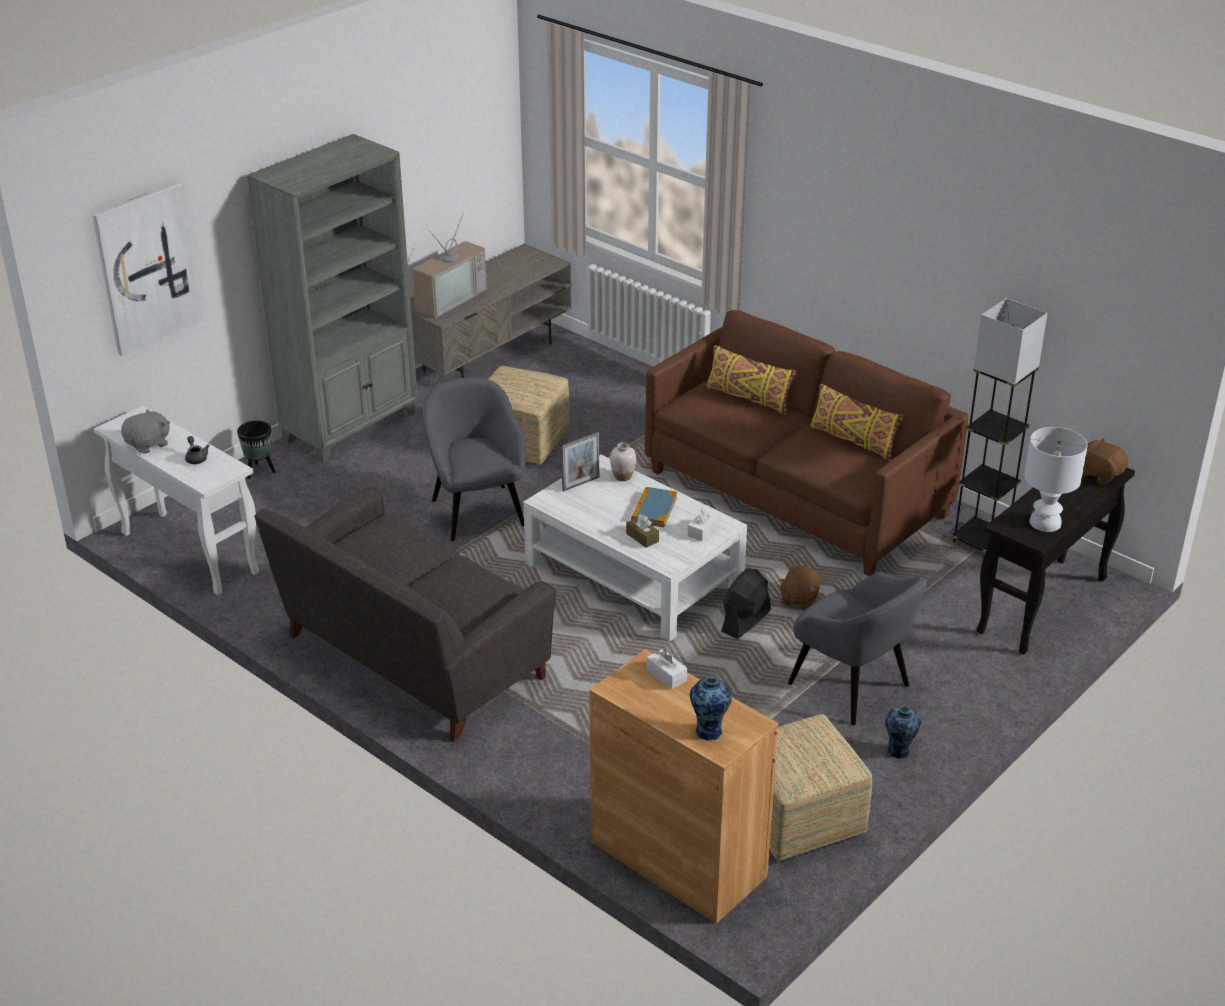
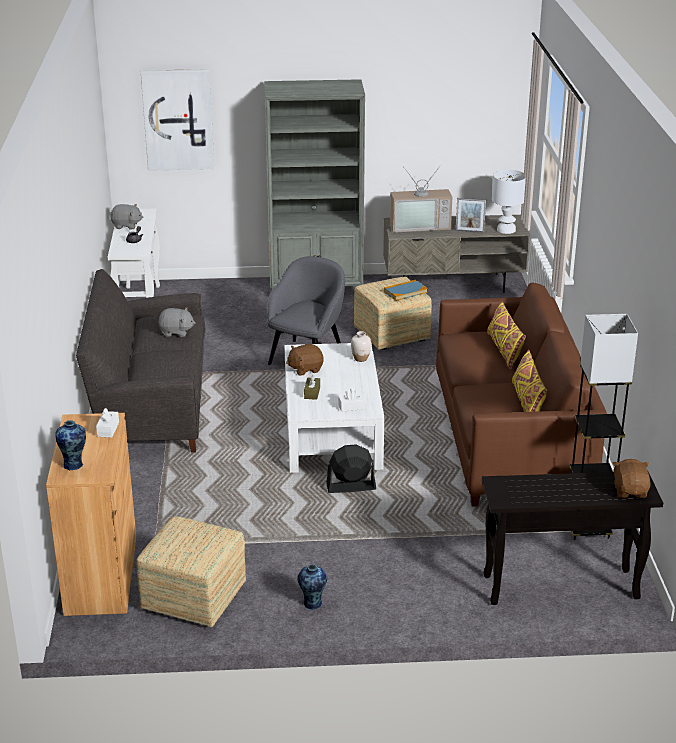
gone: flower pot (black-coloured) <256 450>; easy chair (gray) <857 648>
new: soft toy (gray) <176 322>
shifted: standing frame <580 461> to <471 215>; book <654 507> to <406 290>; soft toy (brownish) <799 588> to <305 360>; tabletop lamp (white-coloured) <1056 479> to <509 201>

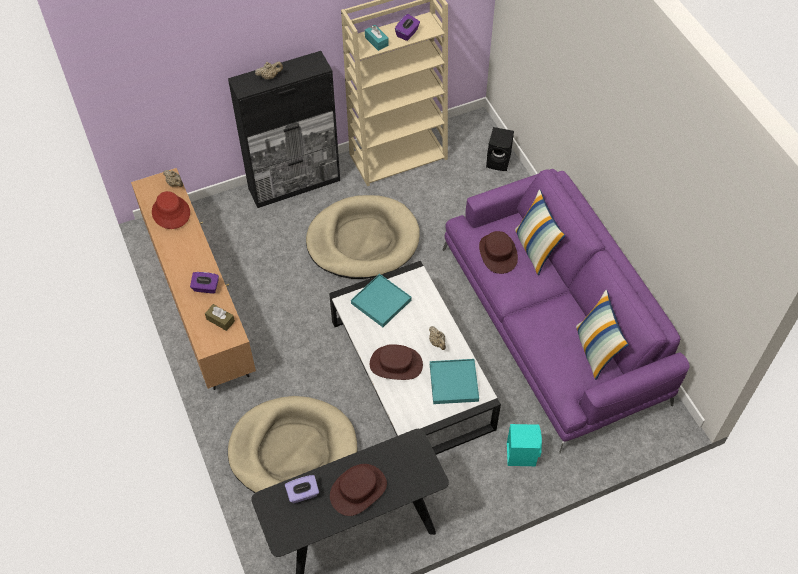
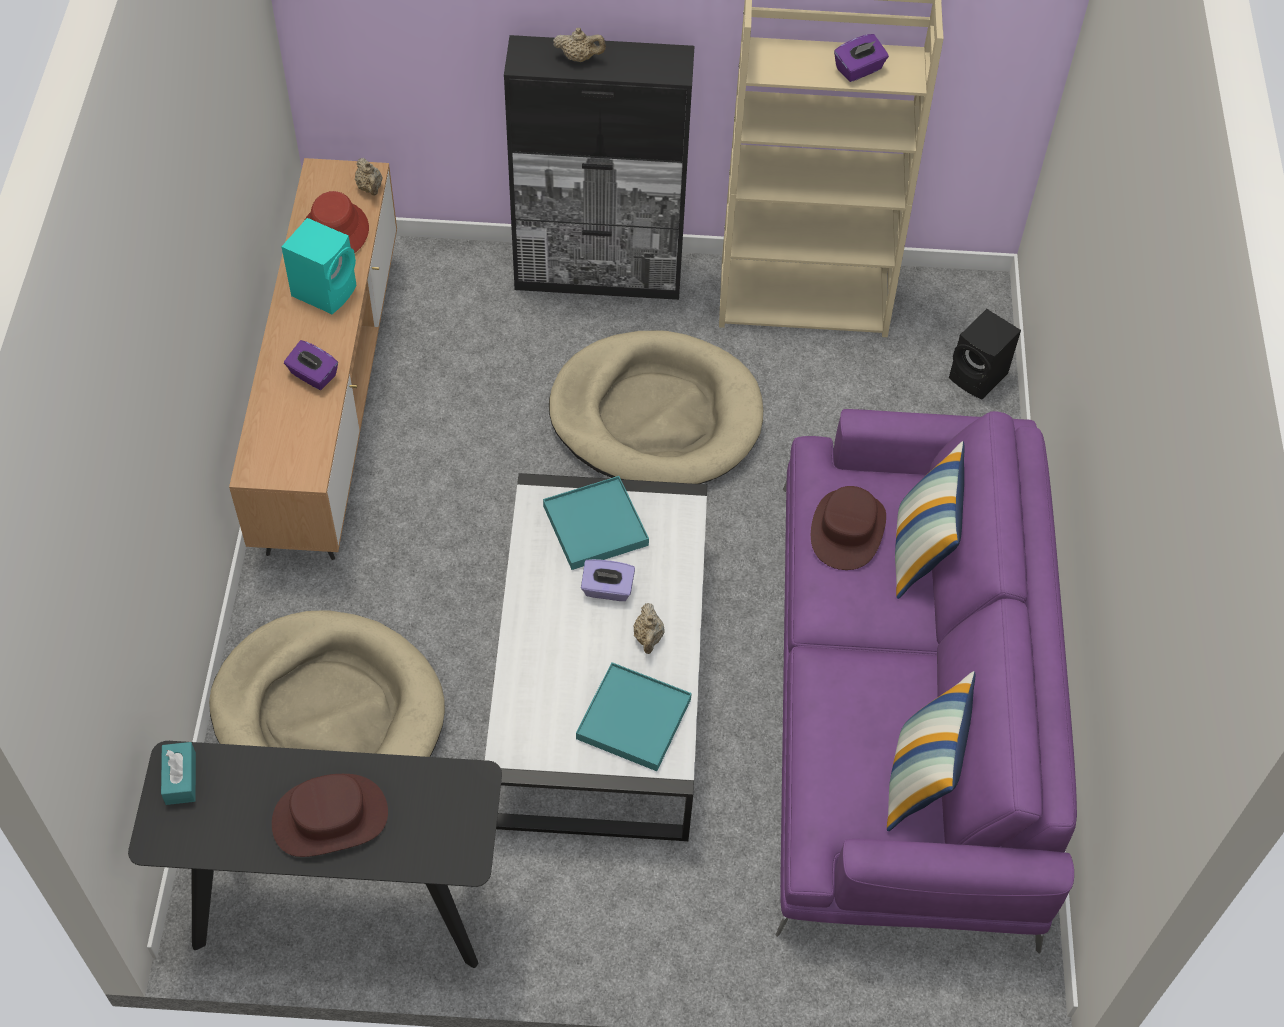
gone: tissue box (brownish) <220 317>; wearable hat (brownish) <396 362>
shifted: tissue box (purple-coloured) <302 489> to <608 580>; tissue box (blue-green) <377 38> to <178 773>; audio speaker (blue-green) <524 445> to <318 266>

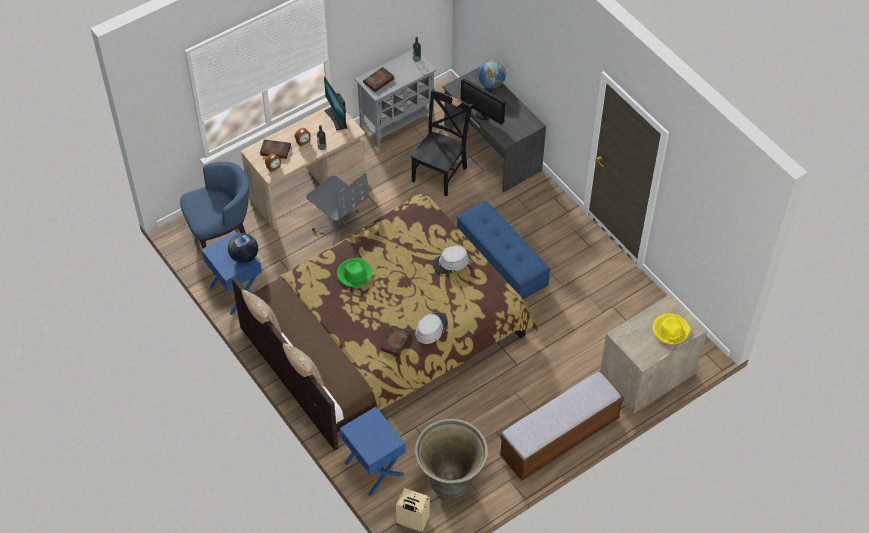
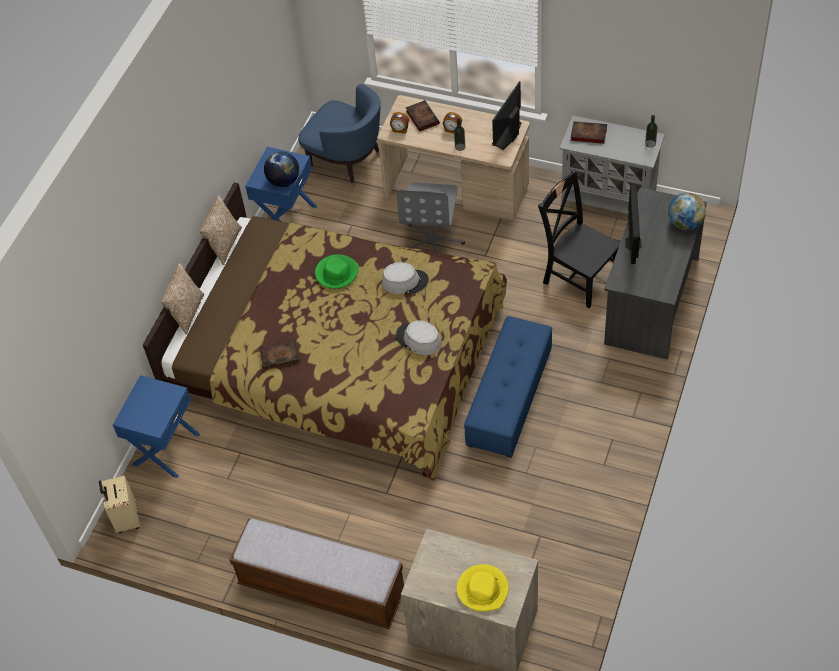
gone: flower pot (gray) <451 459>
shifted: wearable hat (gray) <431 328> to <405 278>
rotated: chair (black-coloured) <442 143> = <579 238> 135 degrees counterclockwise

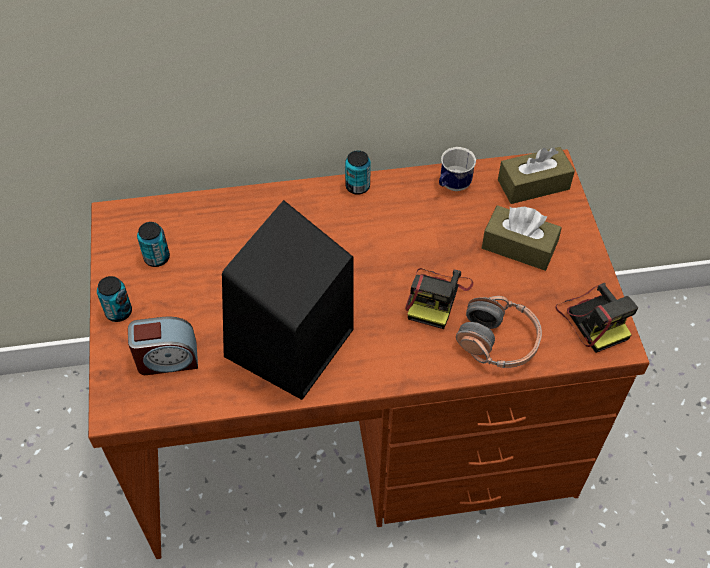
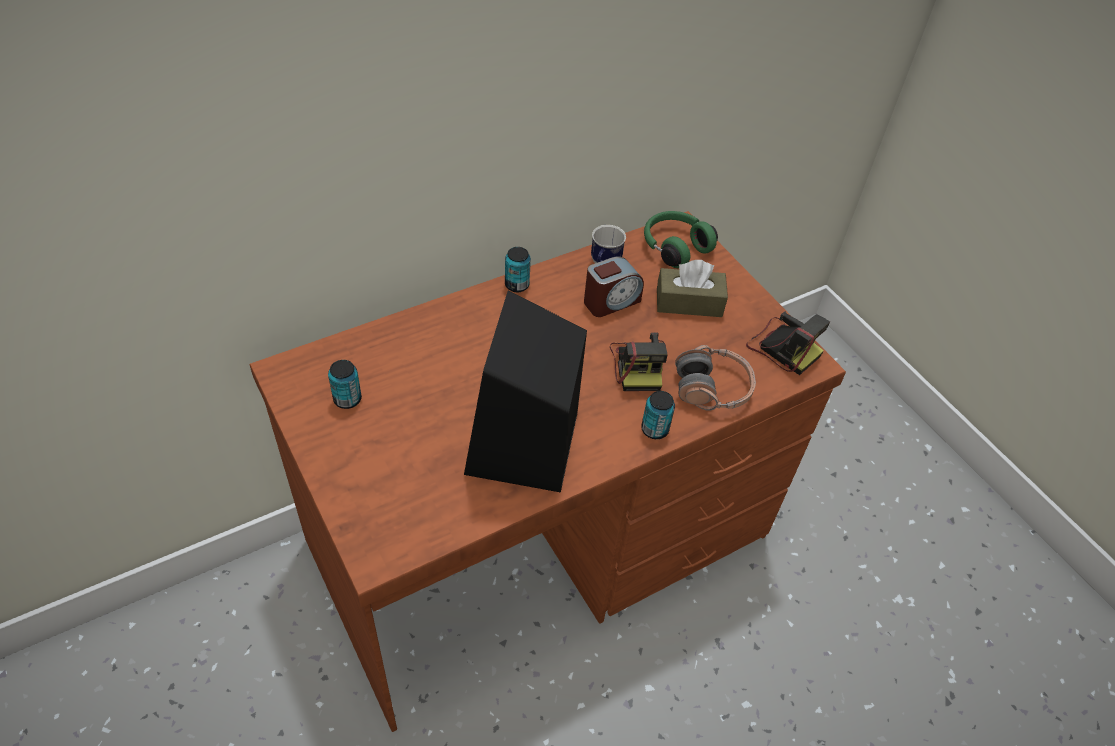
shifted: metal can <114 299> to <658 415>; bedside clock <163 345> to <614 287>
swapped: tissue box (brownish) <536 175> to headset (green) <681 239>

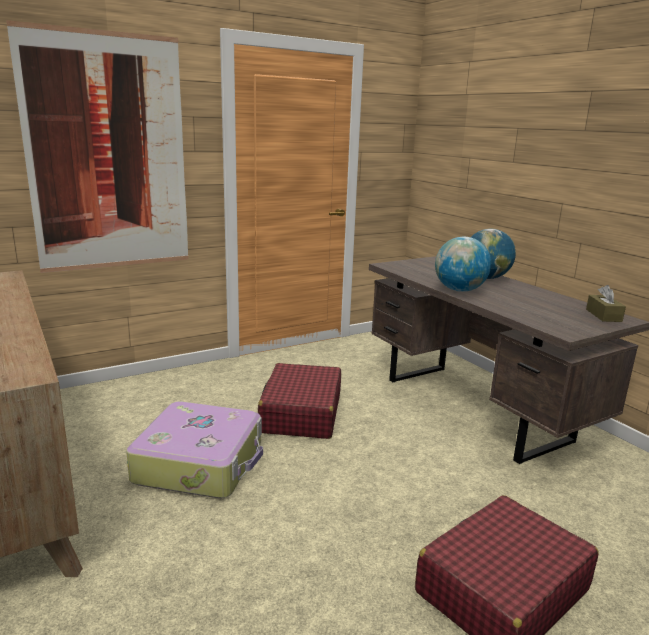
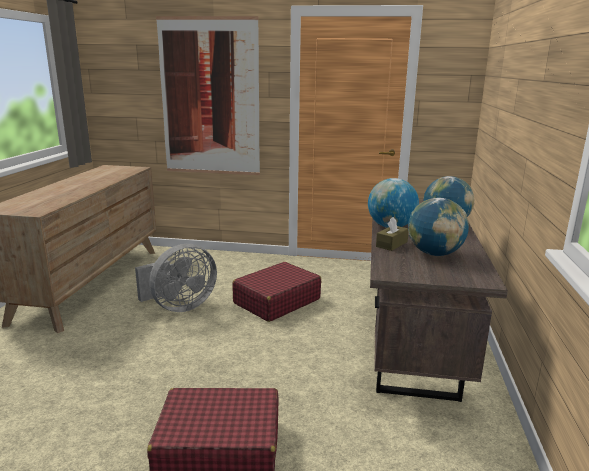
new: globe <438 227>
shifted: tissue box (brownish) <606 303> to <392 234>
swapped: suitcase <194 449> to fan (gray) <176 278>

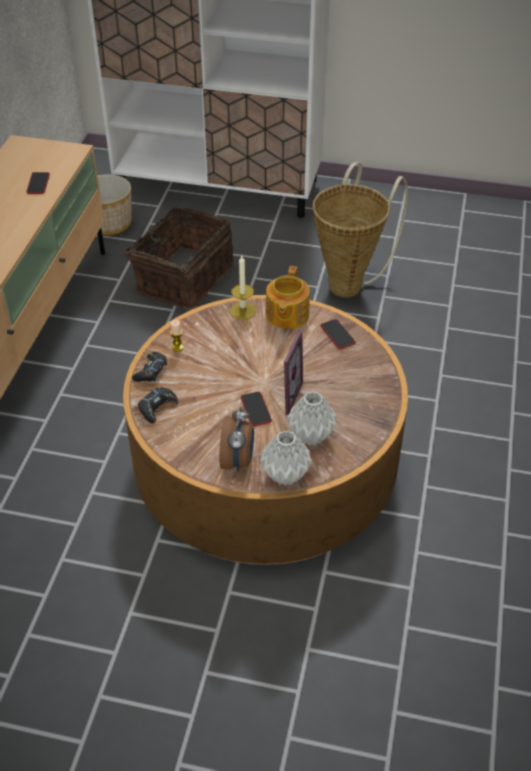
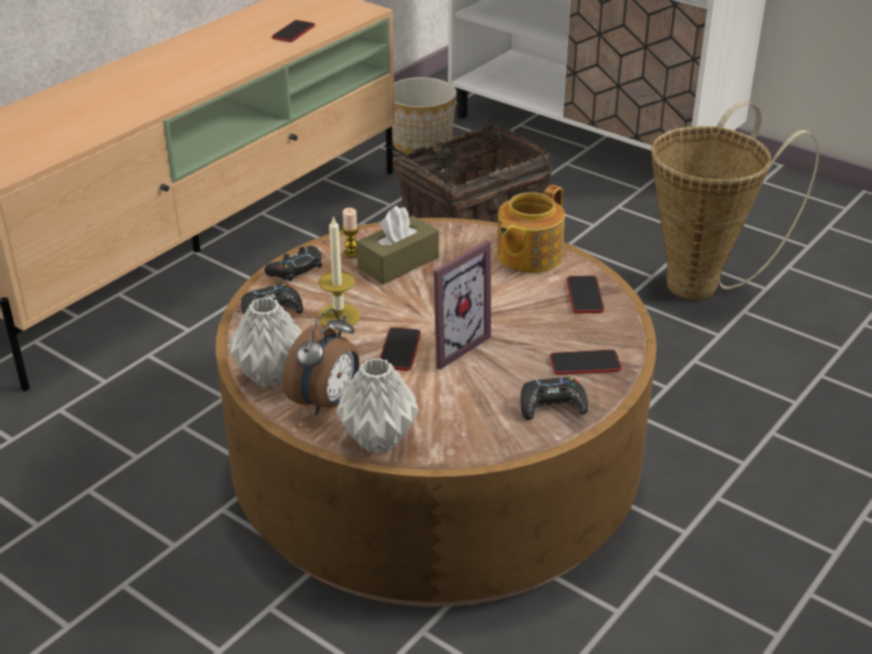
new: tissue box (brownish) <398 245>; joypad (black-coloured) <554 398>; phone <586 362>
shifted: candle <243 288> to <339 272>; flower vase (gray) <312 418> to <266 342>

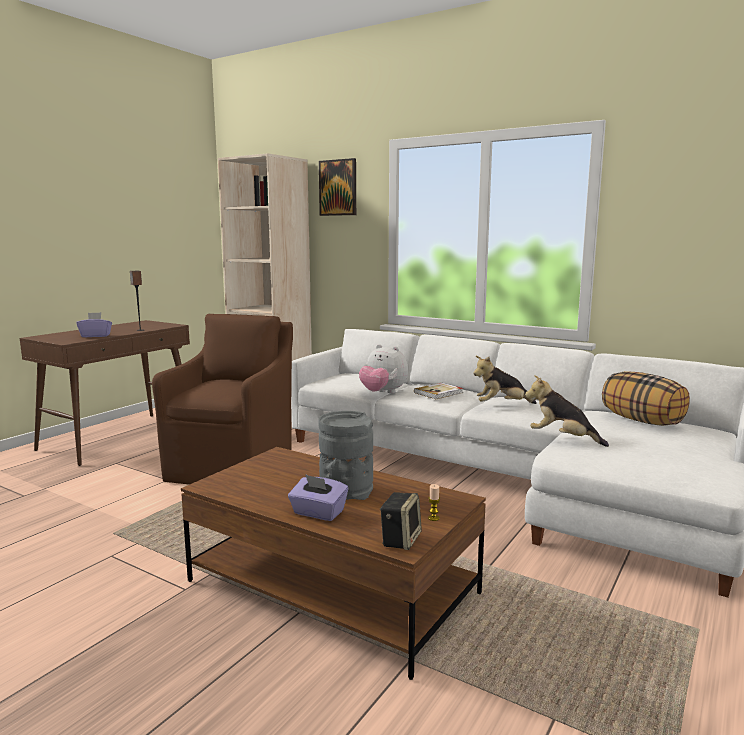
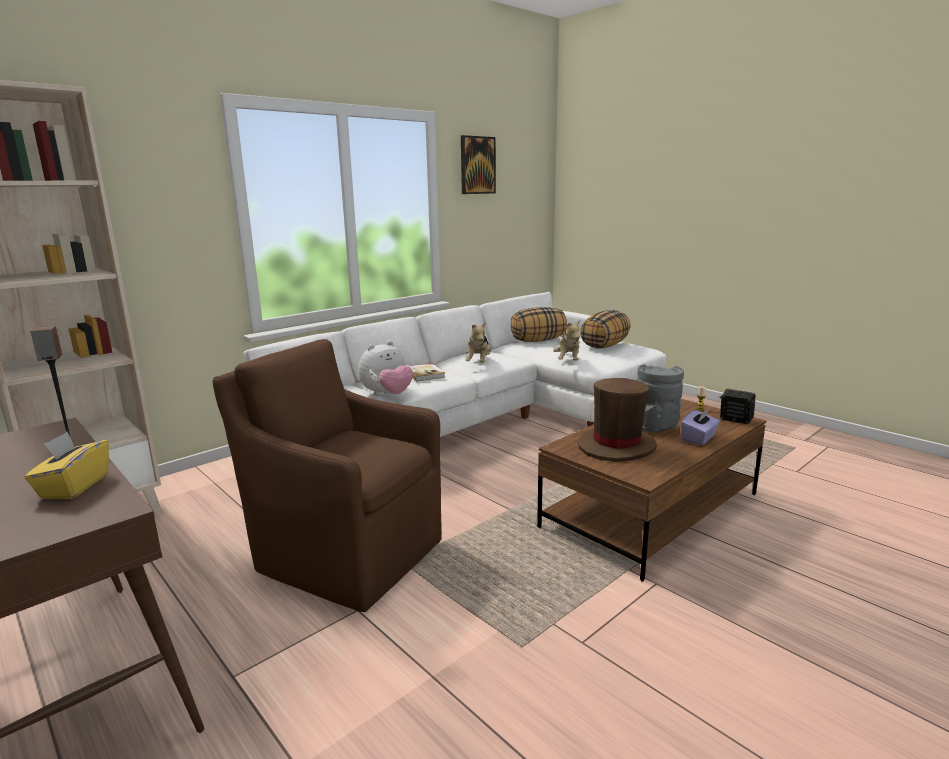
new: wearable hat (brownish) <617 420>; cushion <605 329>
shifted: picture <337 187> to <478 164>
repainted: tissue box (purple-coloured) <94 324> to tissue box (yellow-coloured) <66 465>
rotated: soft toy <567 411> = <566 340> 45 degrees counterclockwise

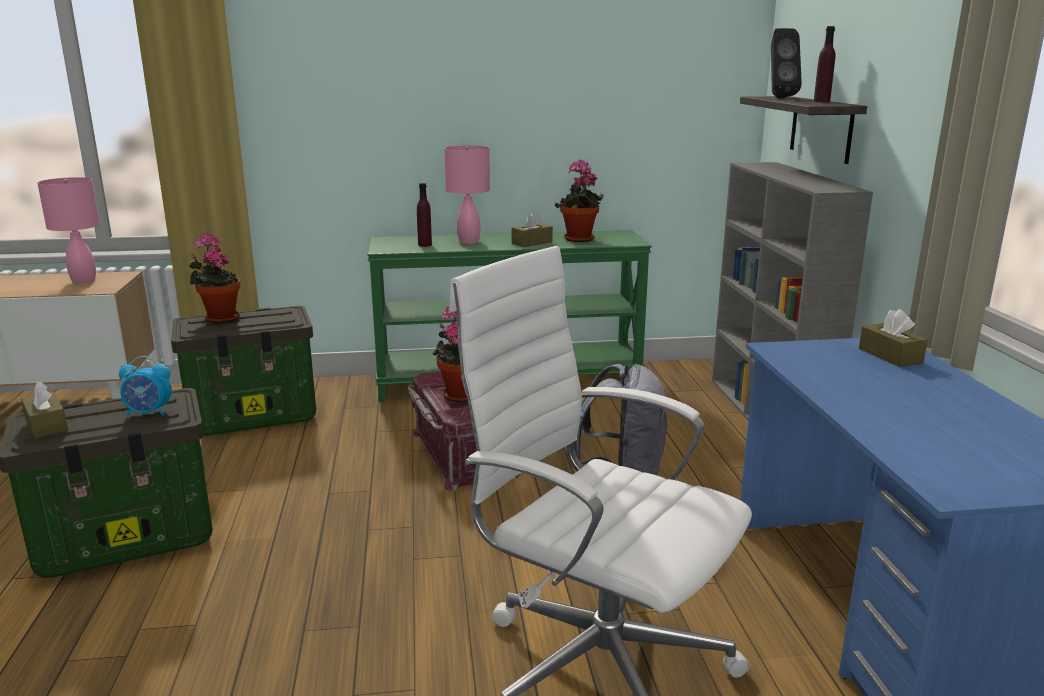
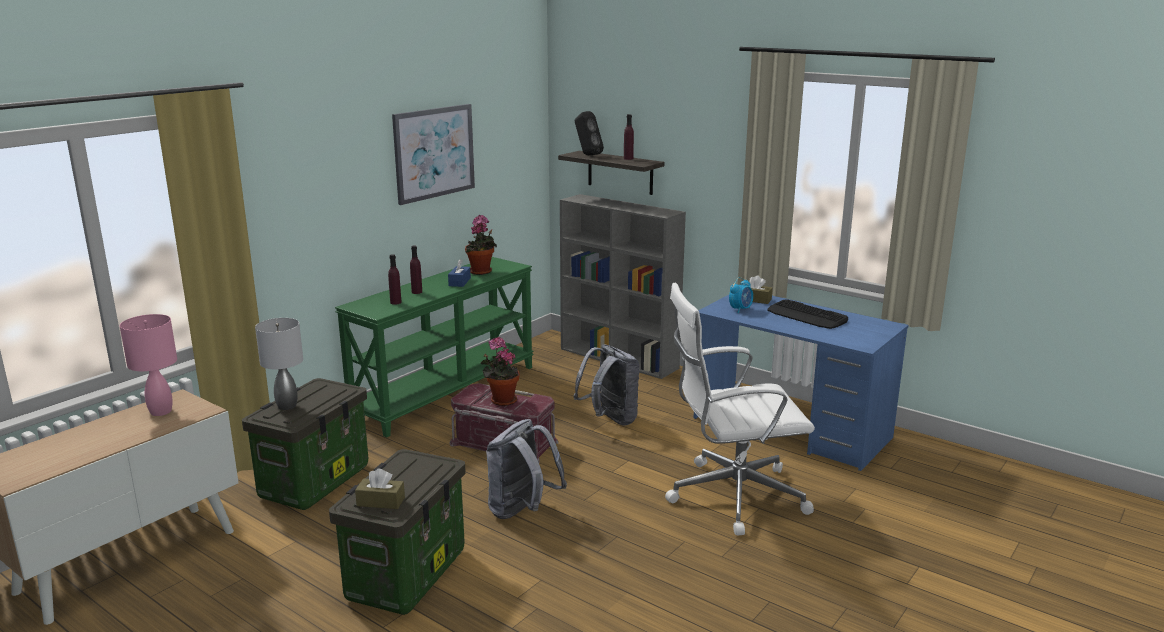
new: picture <433 154>; rucksack (gray) <526 469>; computer keyboard <807 314>
shifted: bedside clock <145 386> to <741 295>
swapped: plant in a pot <214 278> to tabletop lamp (gray) <279 364>; tabletop lamp (pinkish) <467 194> to drink bottle (purple-coloured) <416 270>
repainted: tissue box (brownish) <532 229> to tissue box (blue) <459 273>

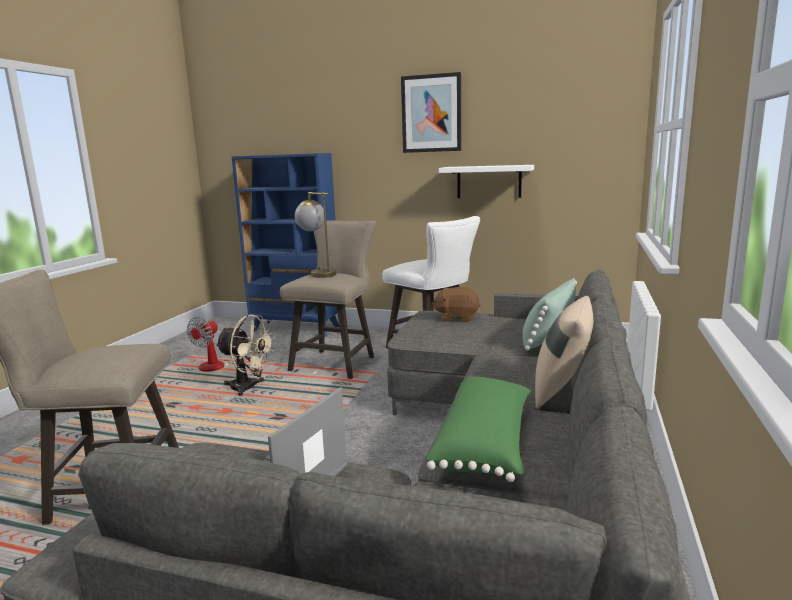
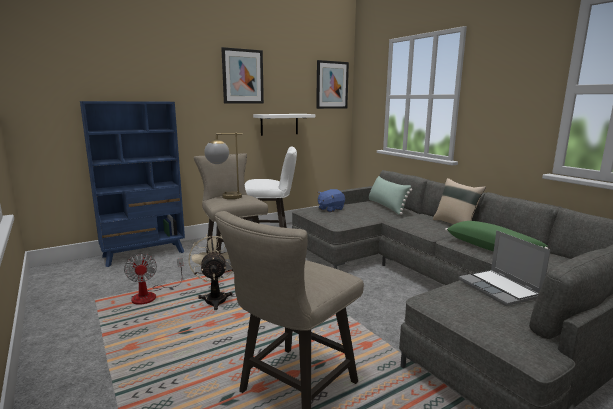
new: picture <332 84>
repainted: soft toy (brownish) <455 304> to soft toy (blue) <331 200>
rotated: fan (beige) <245 355> = <211 272> 75 degrees counterclockwise

